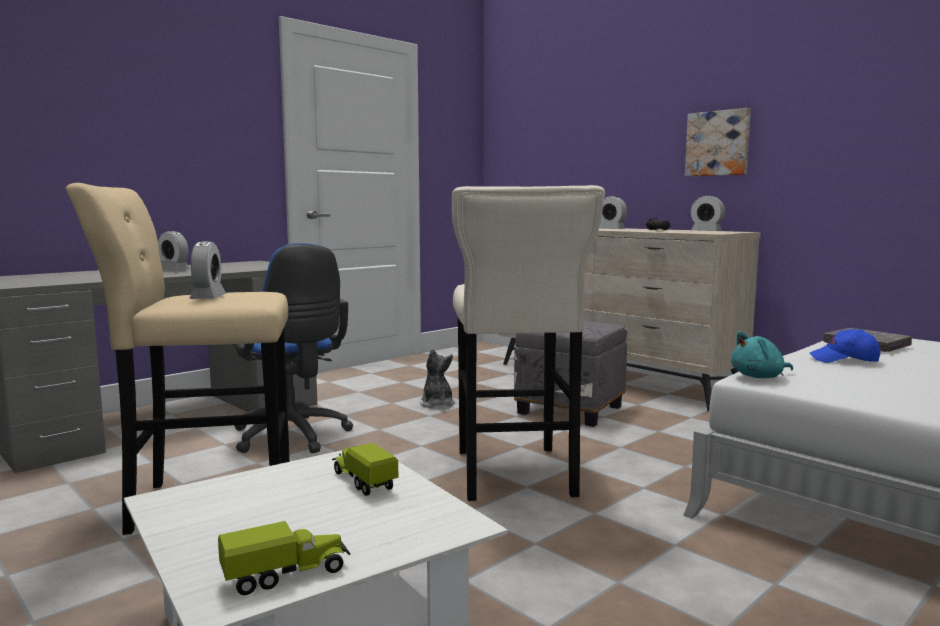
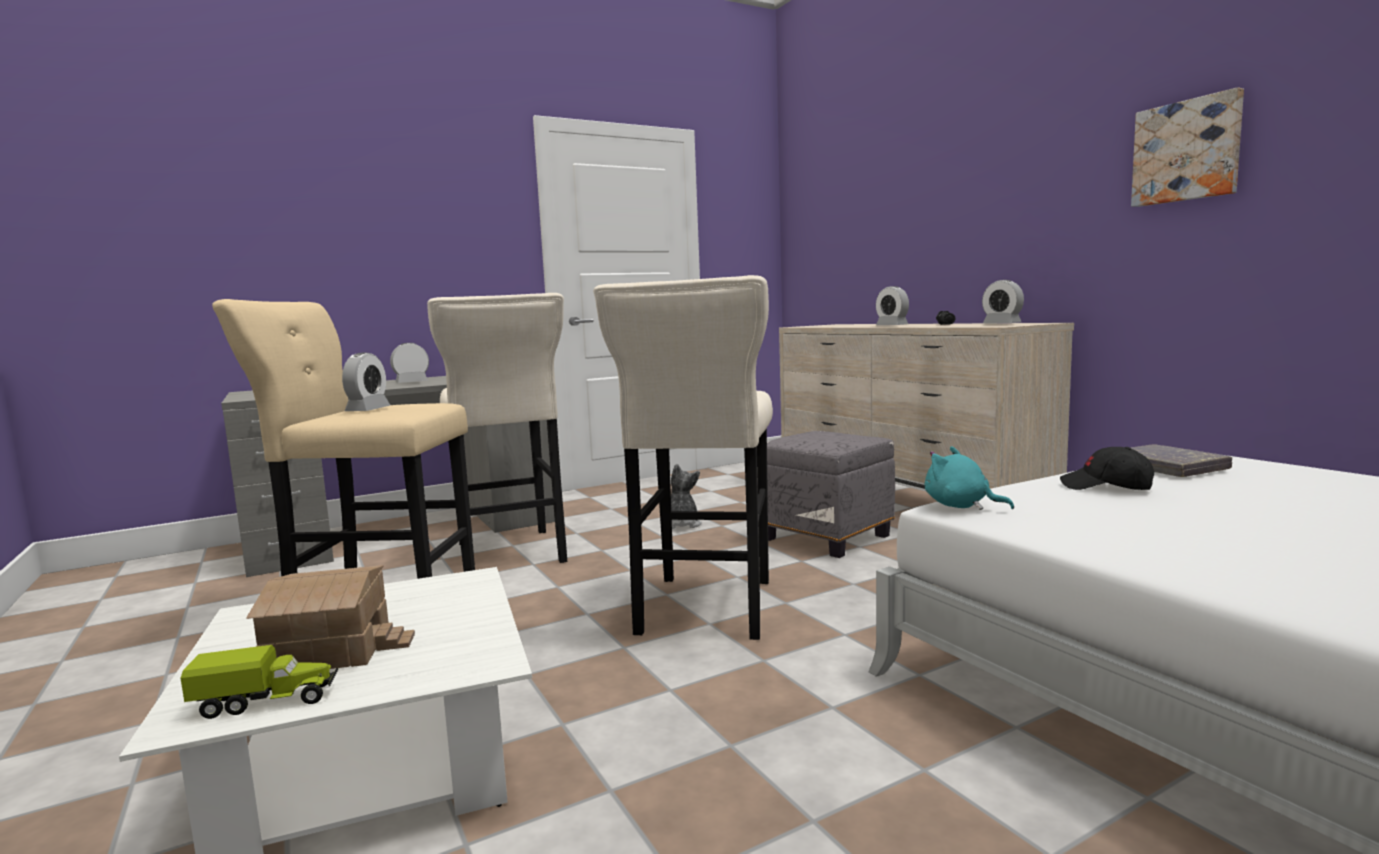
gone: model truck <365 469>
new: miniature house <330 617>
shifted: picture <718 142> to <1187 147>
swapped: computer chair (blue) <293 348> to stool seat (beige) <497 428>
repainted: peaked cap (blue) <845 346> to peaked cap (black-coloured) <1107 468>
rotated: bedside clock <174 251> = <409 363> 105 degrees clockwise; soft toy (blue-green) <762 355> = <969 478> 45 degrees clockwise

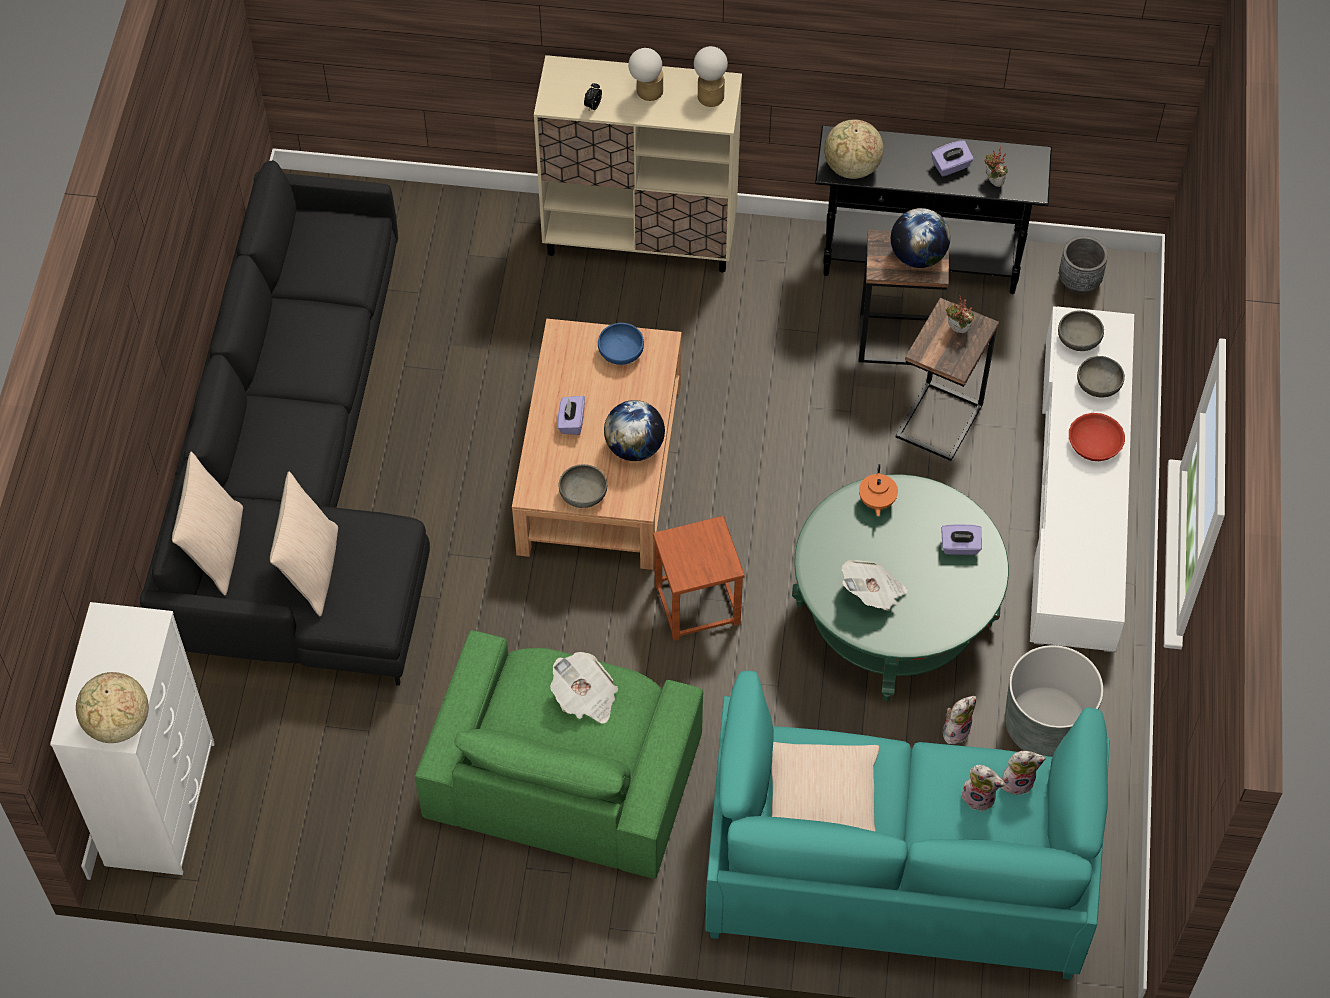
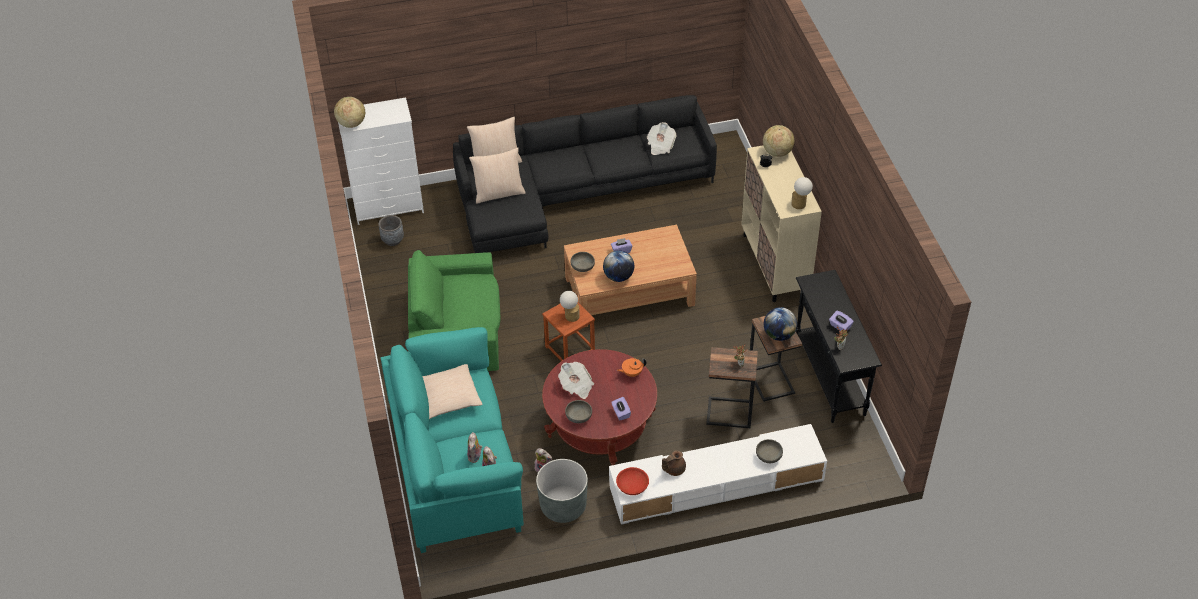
gone: serving bowl (blue) <621 344>
new: teapot (brownish) <674 463>
shifted: daily paper <584 688> to <661 138>; tabletop lamp <645 74> to <570 306>; globe <854 149> to <778 141>; serving bowl (gray) <1081 331> to <578 411>; flower pot (gray) <1083 265> to <391 230>; serving bowl (red) <1097 437> to <632 481>
repainted: coffee table (green) <900 587> to coffee table (red) <599 407>

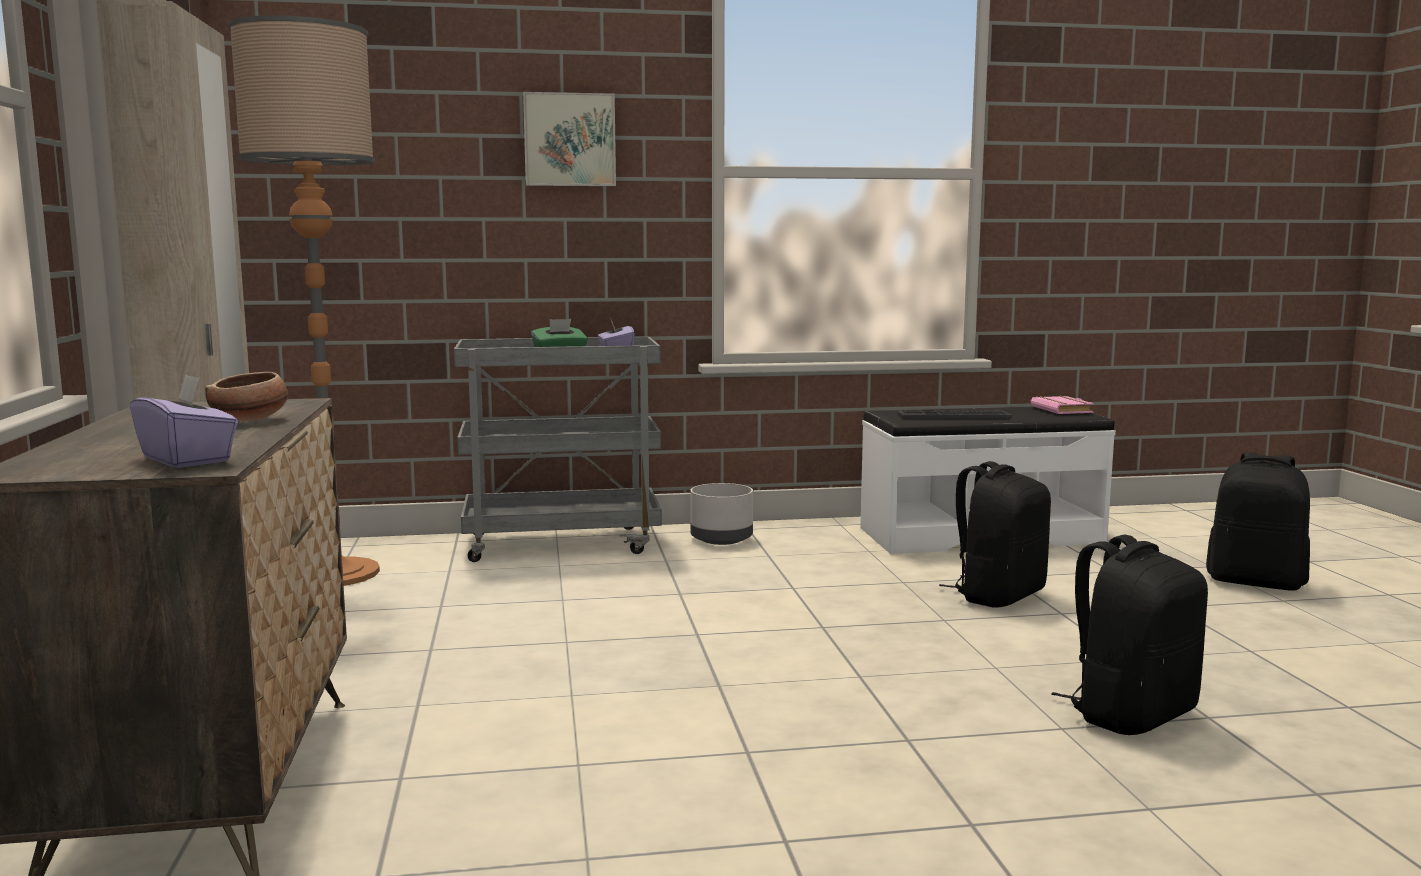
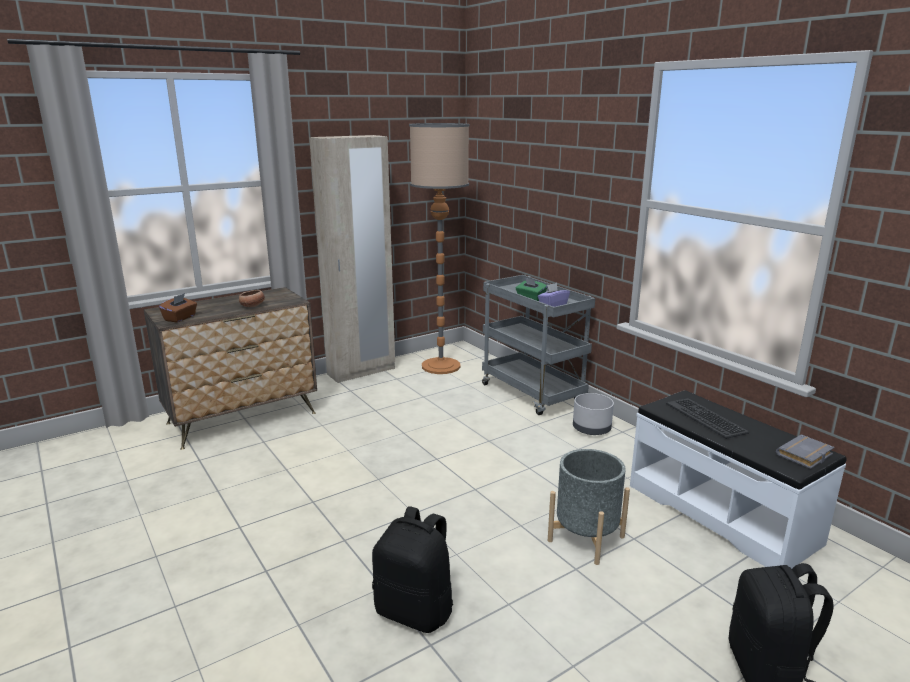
gone: picture <569 139>
swapped: rucksack (black-coloured) <995 534> to flower pot (gray) <589 507>
repainted: tissue box (purple-coloured) <184 421> to tissue box (brownish) <178 307>; book (pinkish) <1062 405> to book (gray) <805 451>

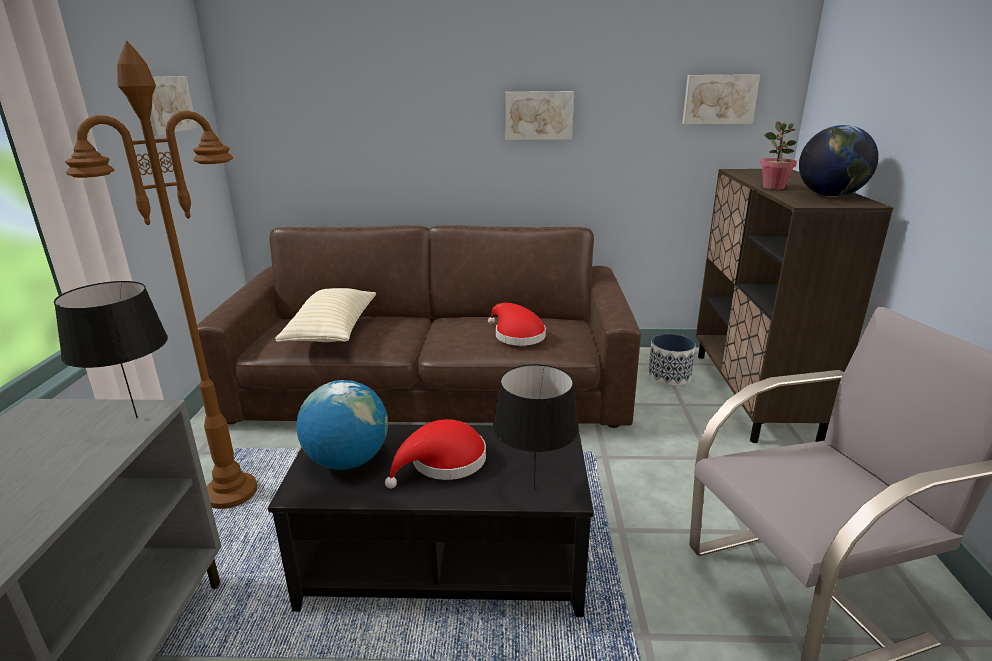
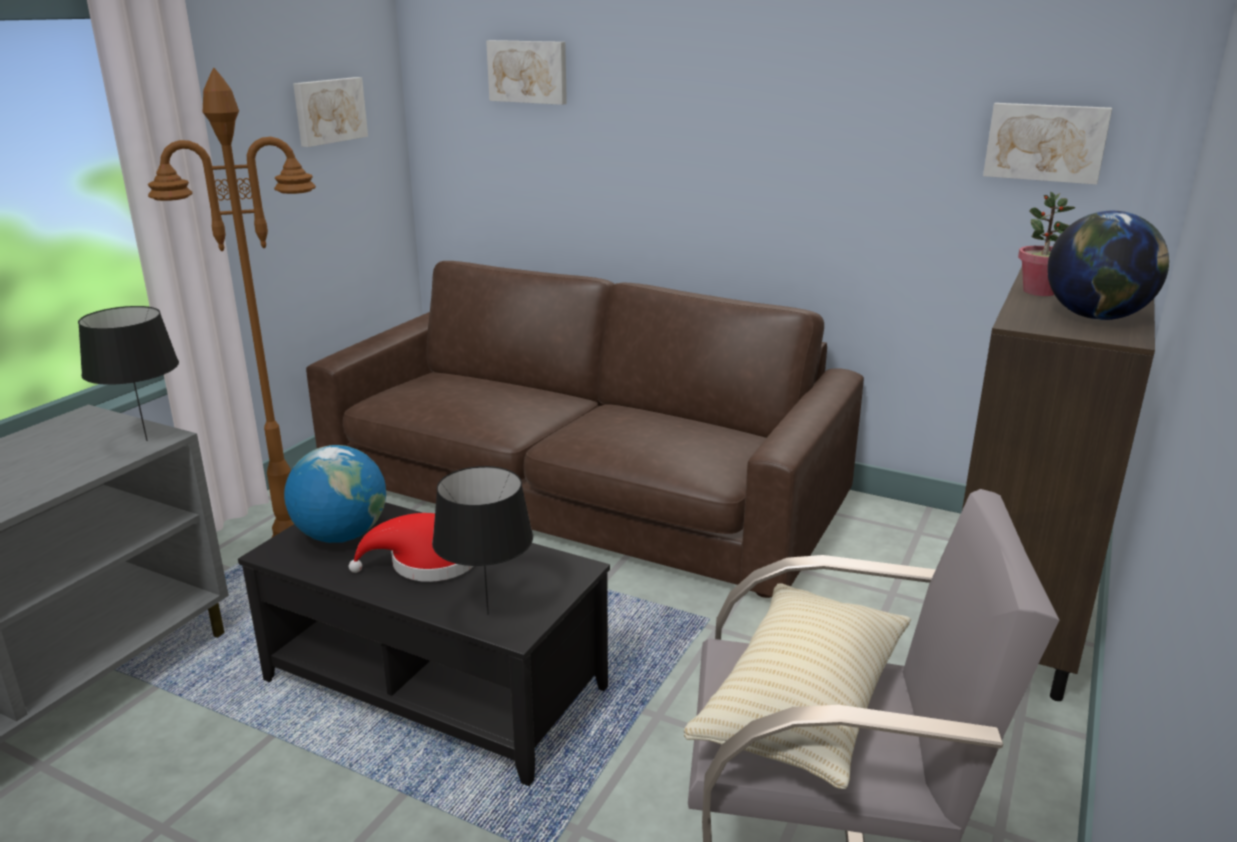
gone: wearable hat (red) <517 324>; flower pot <672 360>
shifted: cushion (beige) <325 315> to <797 686>; picture <539 115> to <526 72>

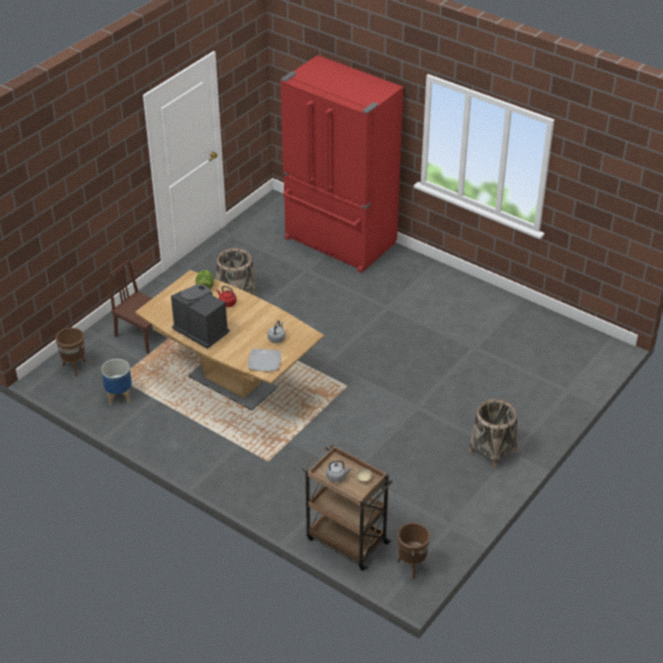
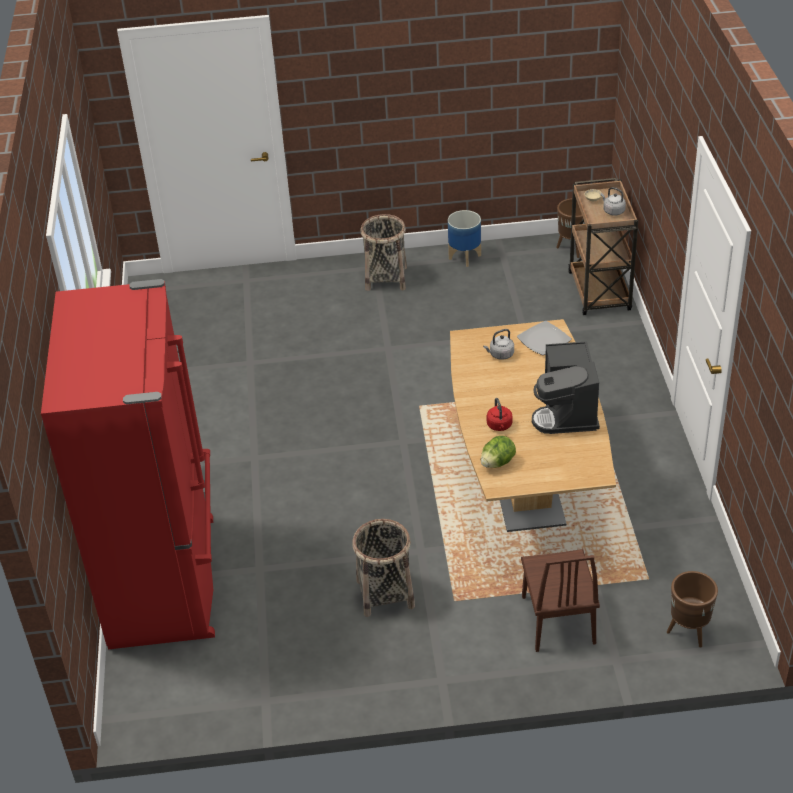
shifted: flower pot <116 382> to <464 238>

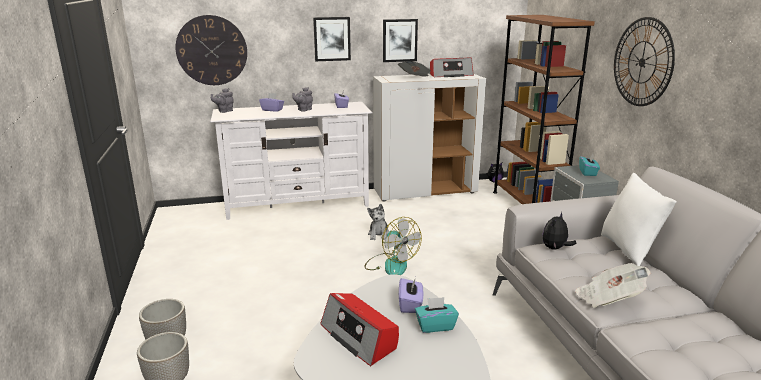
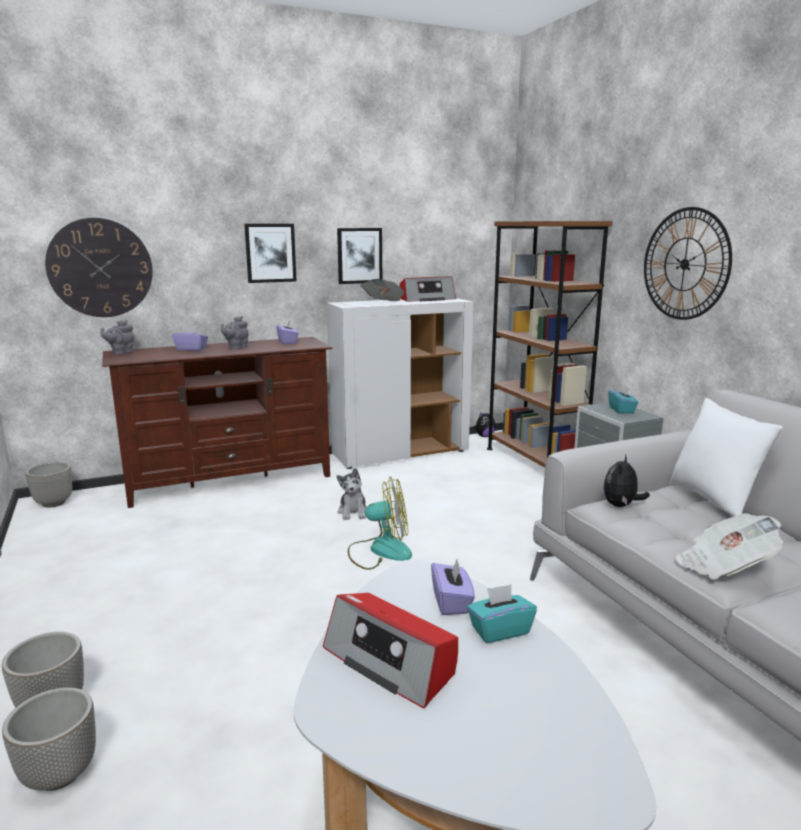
new: flower pot <49 485>
repainted: media console (white-coloured) <291 161> to media console (brownish) <217 422>
rotated: fan <393 246> = <380 523> 45 degrees counterclockwise

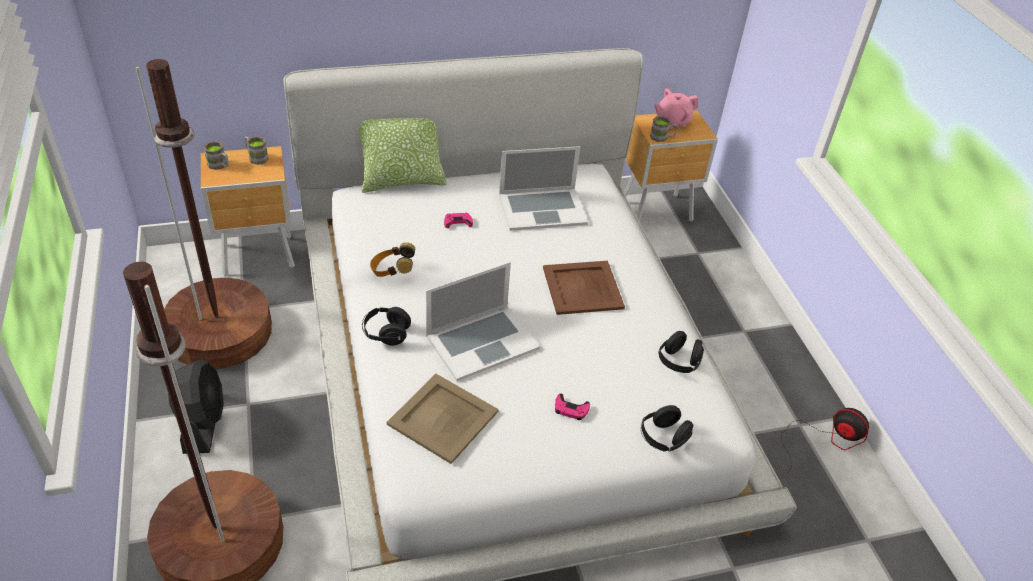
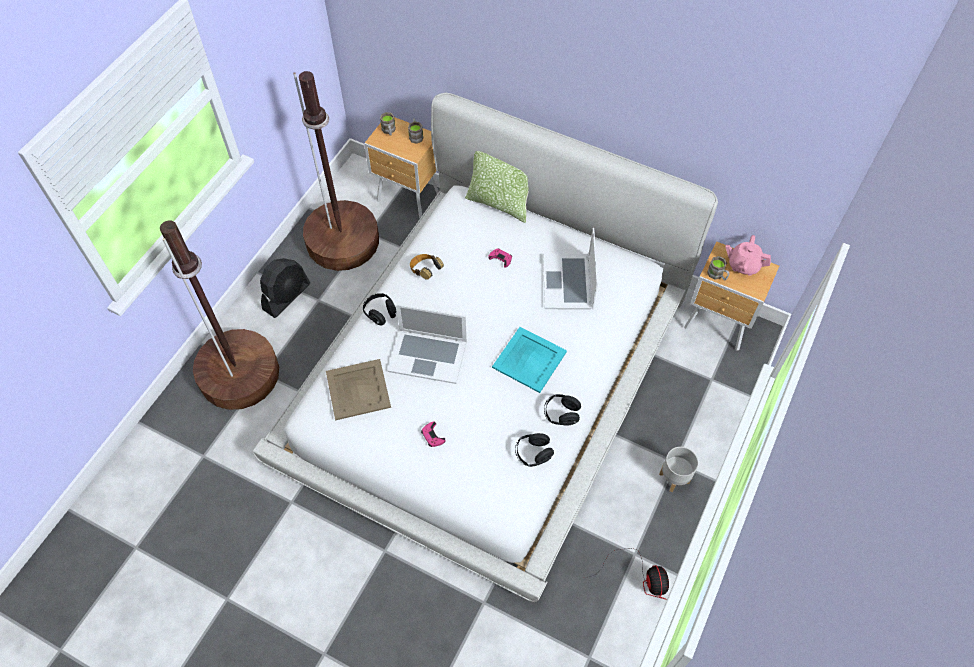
new: flower pot (gray) <678 469>
shifted: headset (black-coloured) <667 428> to <562 410>
repainted: tray (brownish) <584 288> to tray (blue-green) <529 360>
rotated: notebook computer <543 188> = <570 269> 60 degrees clockwise

